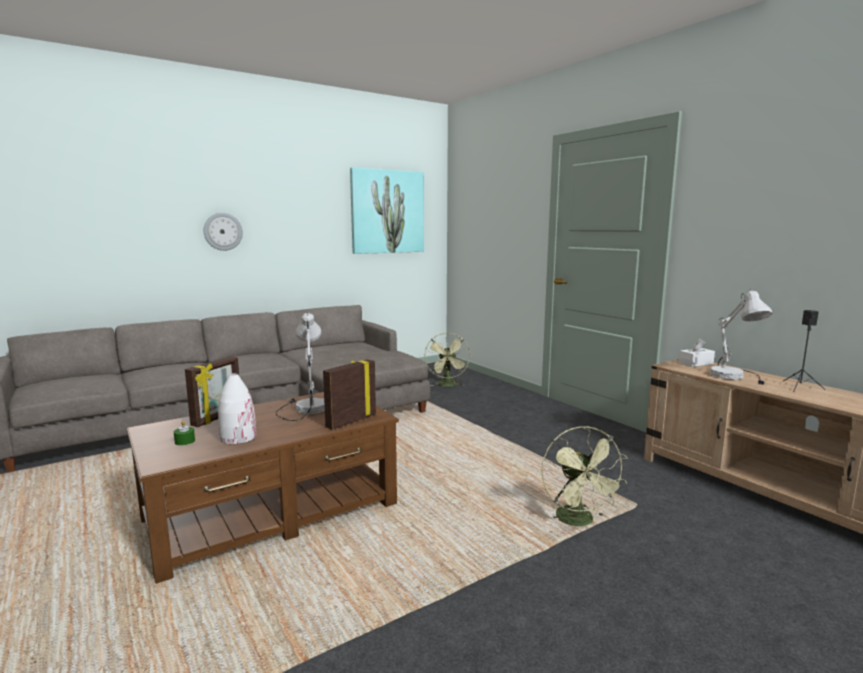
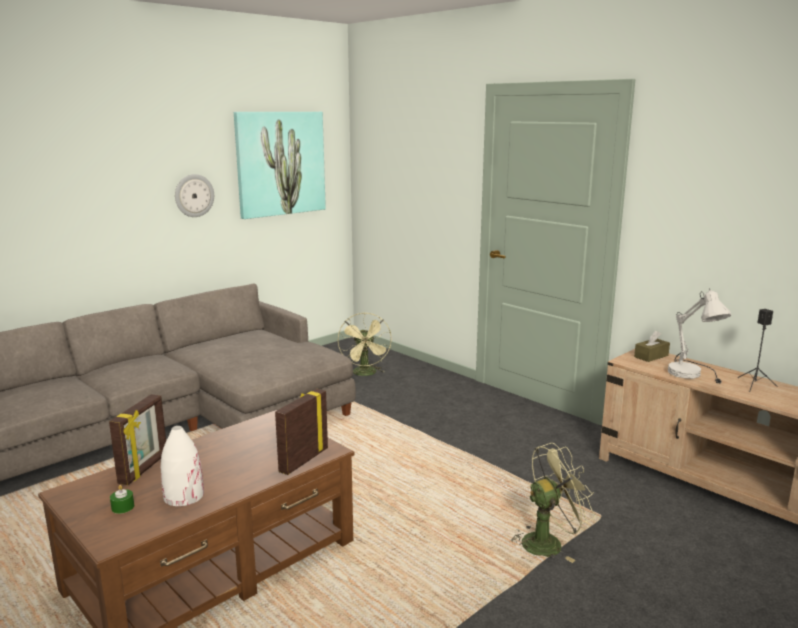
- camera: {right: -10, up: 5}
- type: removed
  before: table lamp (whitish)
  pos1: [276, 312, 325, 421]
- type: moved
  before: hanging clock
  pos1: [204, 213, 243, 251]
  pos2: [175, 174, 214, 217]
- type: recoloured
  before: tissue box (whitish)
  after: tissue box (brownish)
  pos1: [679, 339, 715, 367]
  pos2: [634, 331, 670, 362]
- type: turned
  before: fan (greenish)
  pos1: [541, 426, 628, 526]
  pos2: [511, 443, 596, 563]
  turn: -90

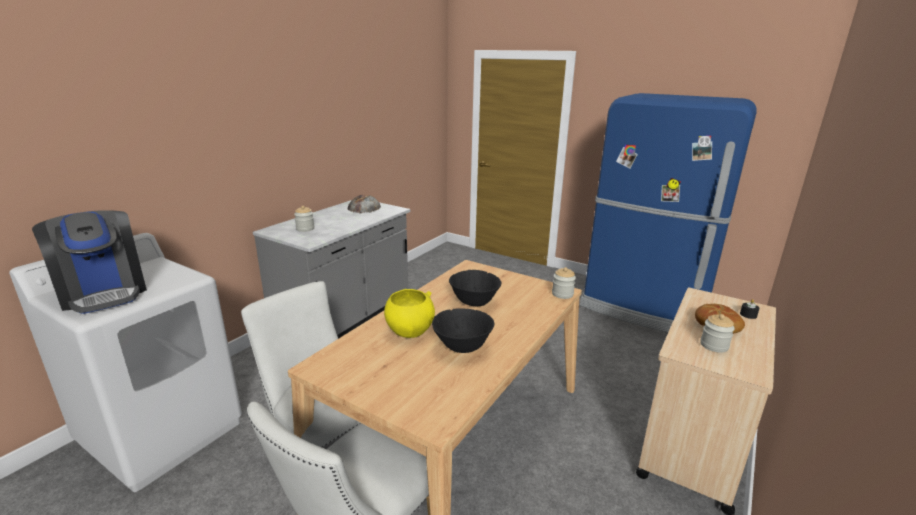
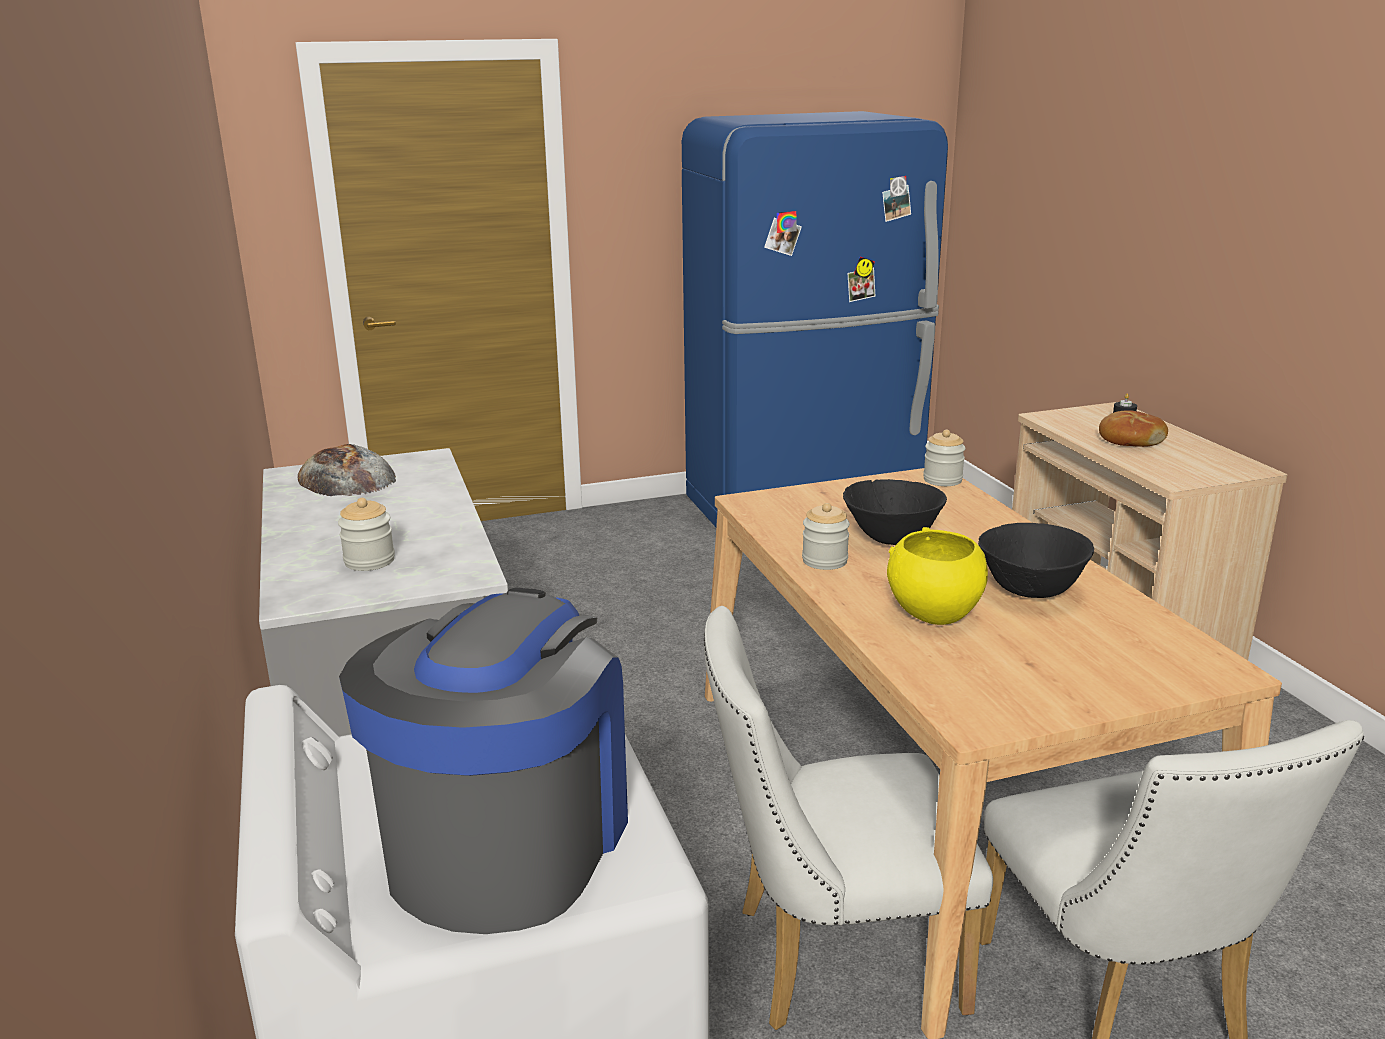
- camera: {right: -50, up: 0}
- type: moved
  before: preserve jar
  pos1: [700, 314, 735, 353]
  pos2: [802, 503, 850, 570]
- type: turned
  before: coffee maker
  pos1: [32, 210, 147, 314]
  pos2: [339, 587, 628, 934]
  turn: -75

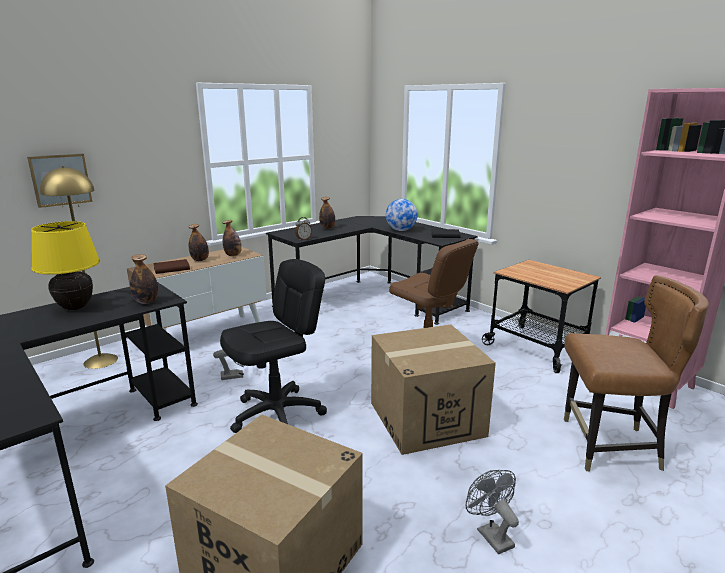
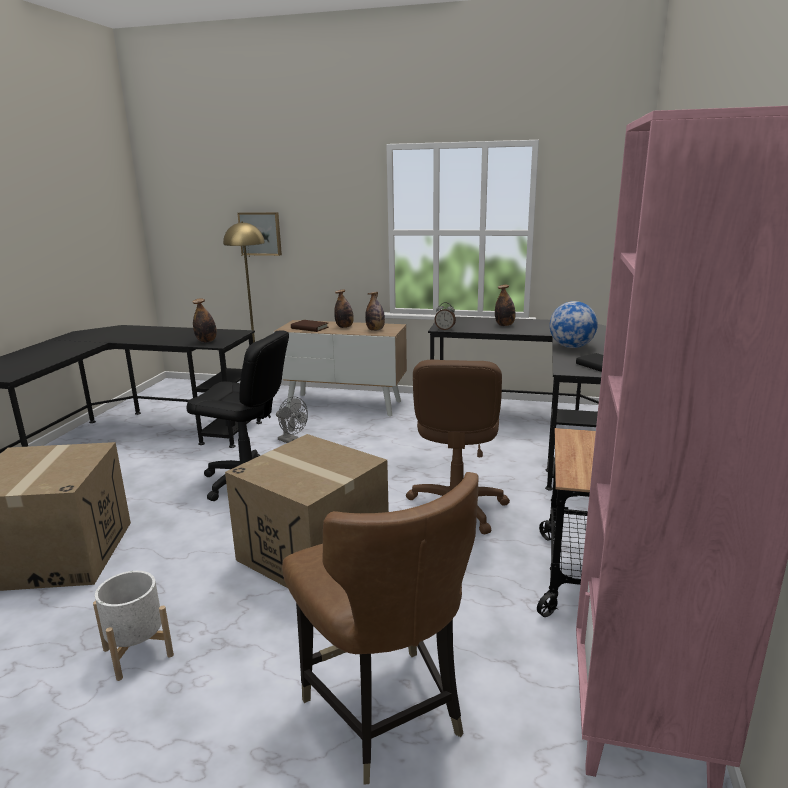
- camera: {right: 55, up: 0}
- type: removed
  before: table lamp (yellow)
  pos1: [31, 221, 100, 310]
- type: replaced
  before: fan (greyish)
  after: flower pot (whitish)
  pos1: [466, 470, 519, 554]
  pos2: [93, 571, 174, 681]

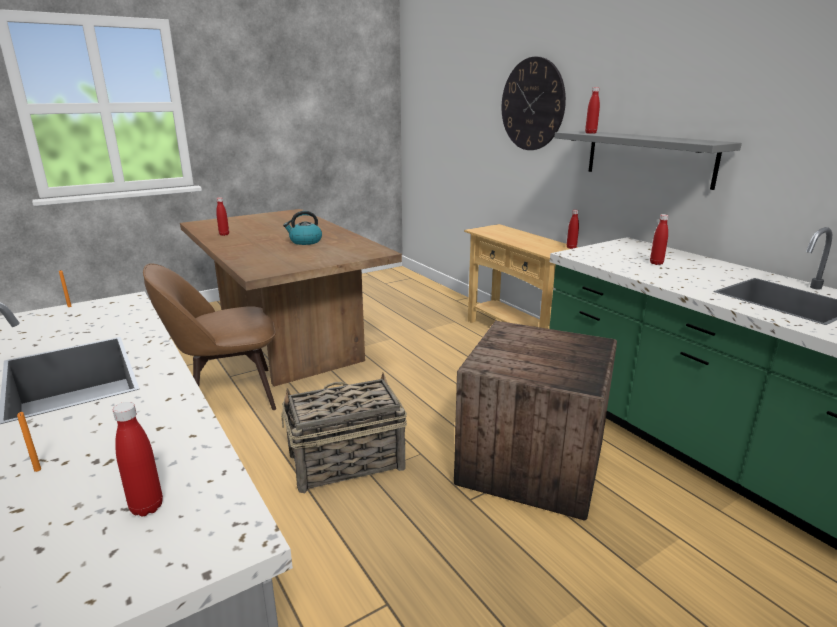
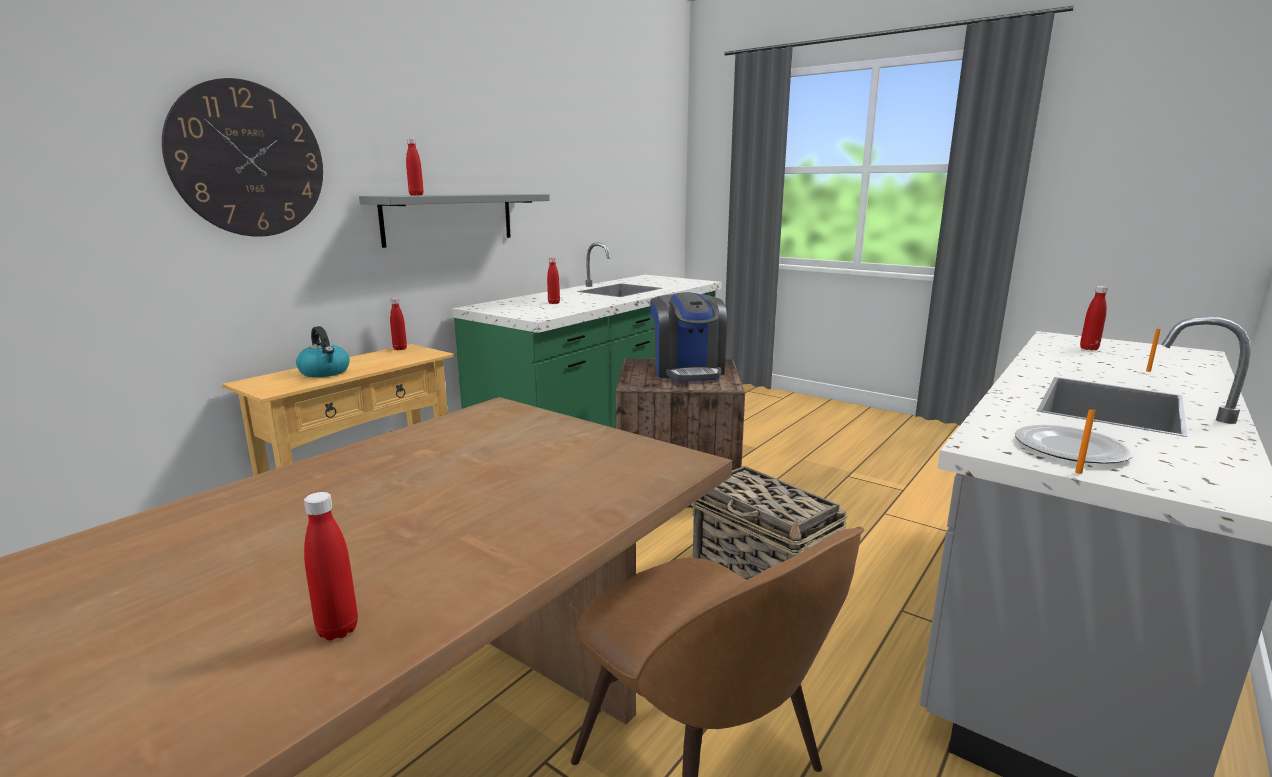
- camera: {right: -110, up: -5}
- type: added
  after: coffee maker
  pos2: [650, 292, 727, 381]
- type: added
  after: flat dish
  pos2: [1015, 425, 1134, 464]
- type: moved
  before: tea kettle
  pos1: [283, 211, 322, 245]
  pos2: [296, 326, 350, 377]

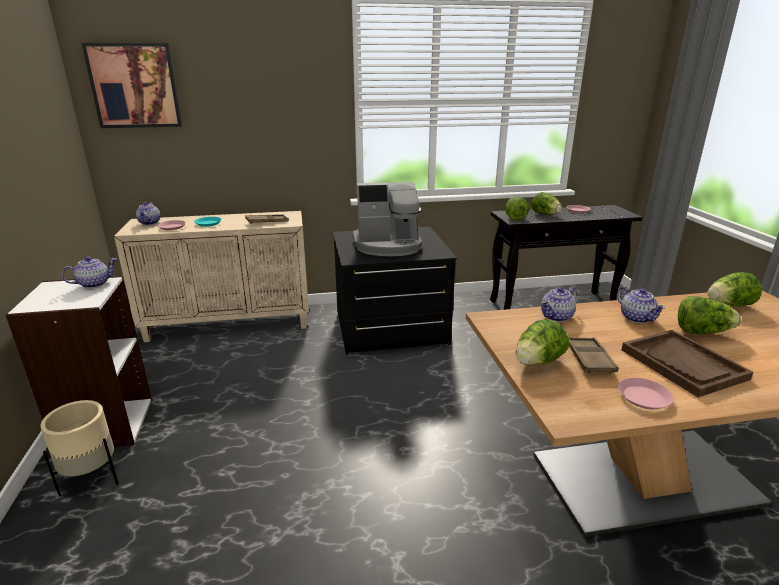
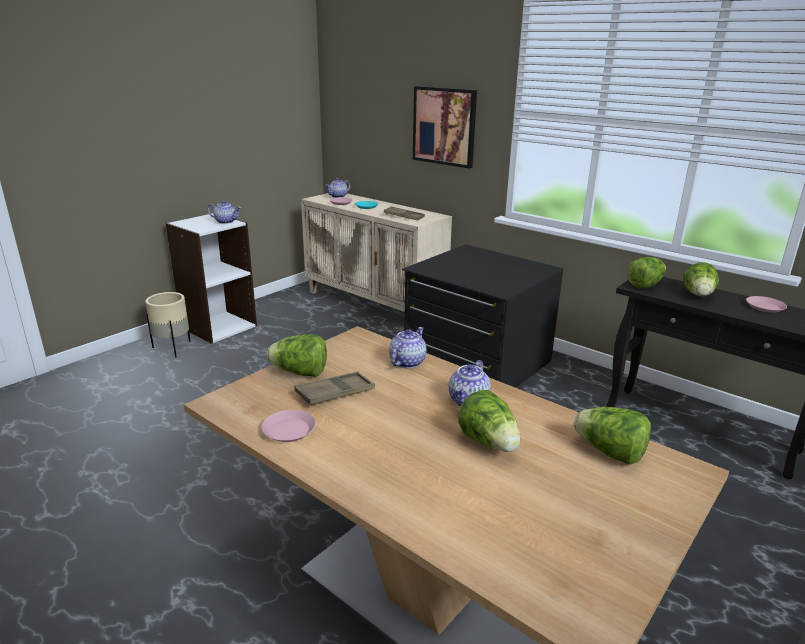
- camera: {right: 50, up: 0}
- type: removed
  before: coffee maker
  pos1: [353, 182, 422, 256]
- type: removed
  before: tray (brownish)
  pos1: [621, 330, 753, 397]
- type: moved
  before: wall picture
  pos1: [82, 43, 182, 128]
  pos2: [413, 86, 477, 169]
- type: turned
  before: tea pot
  pos1: [541, 287, 577, 322]
  pos2: [389, 327, 427, 368]
  turn: 105

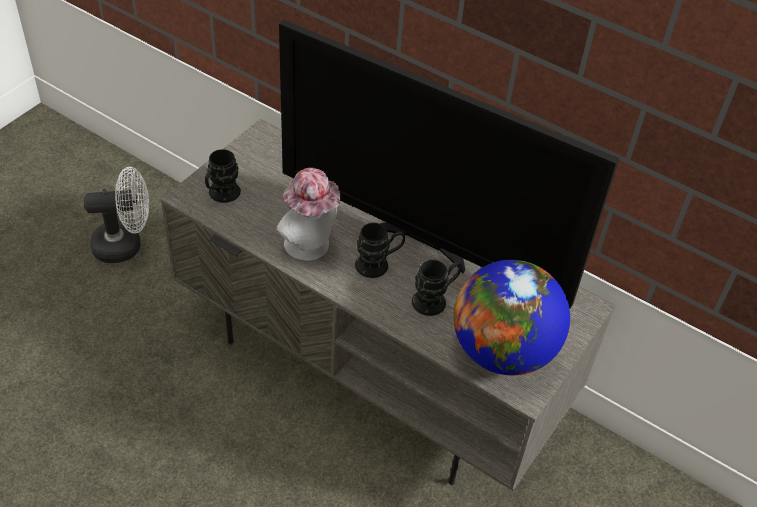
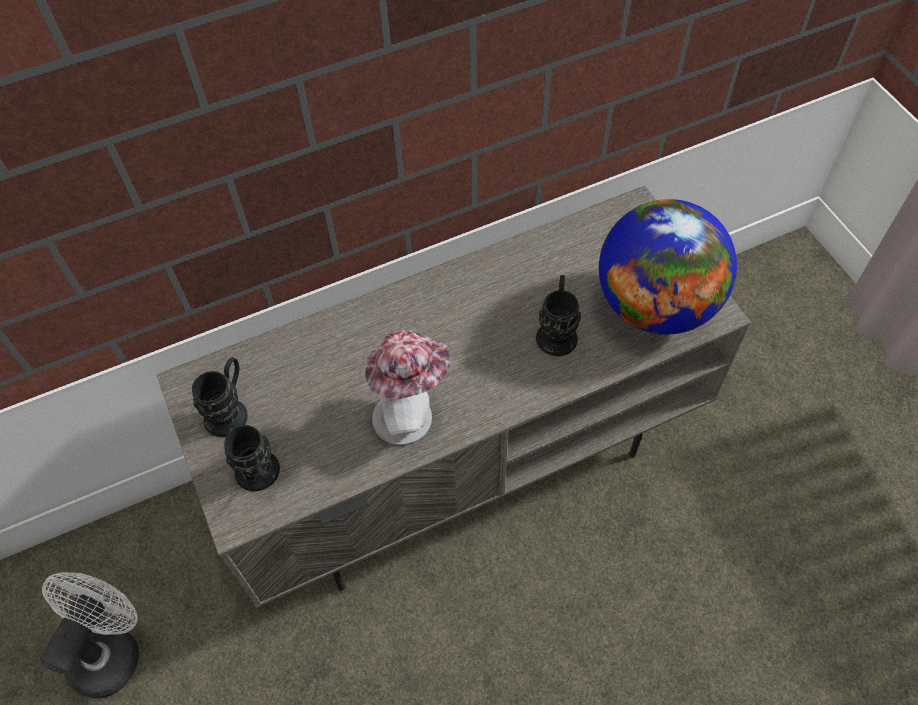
- camera: {right: -55, up: 10}
- type: removed
  before: television
  pos1: [279, 20, 619, 308]
- type: moved
  before: coffee mug (black-coloured)
  pos1: [355, 223, 405, 278]
  pos2: [192, 357, 248, 437]

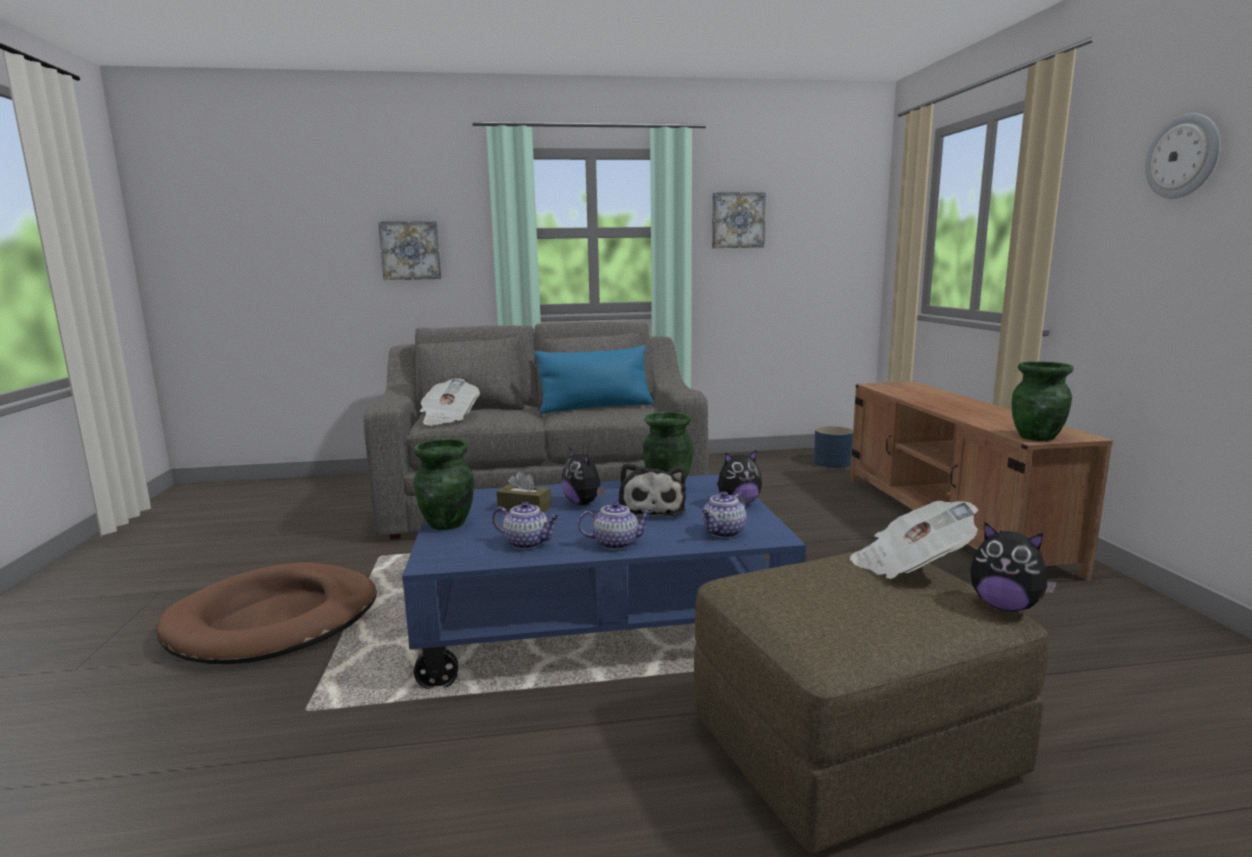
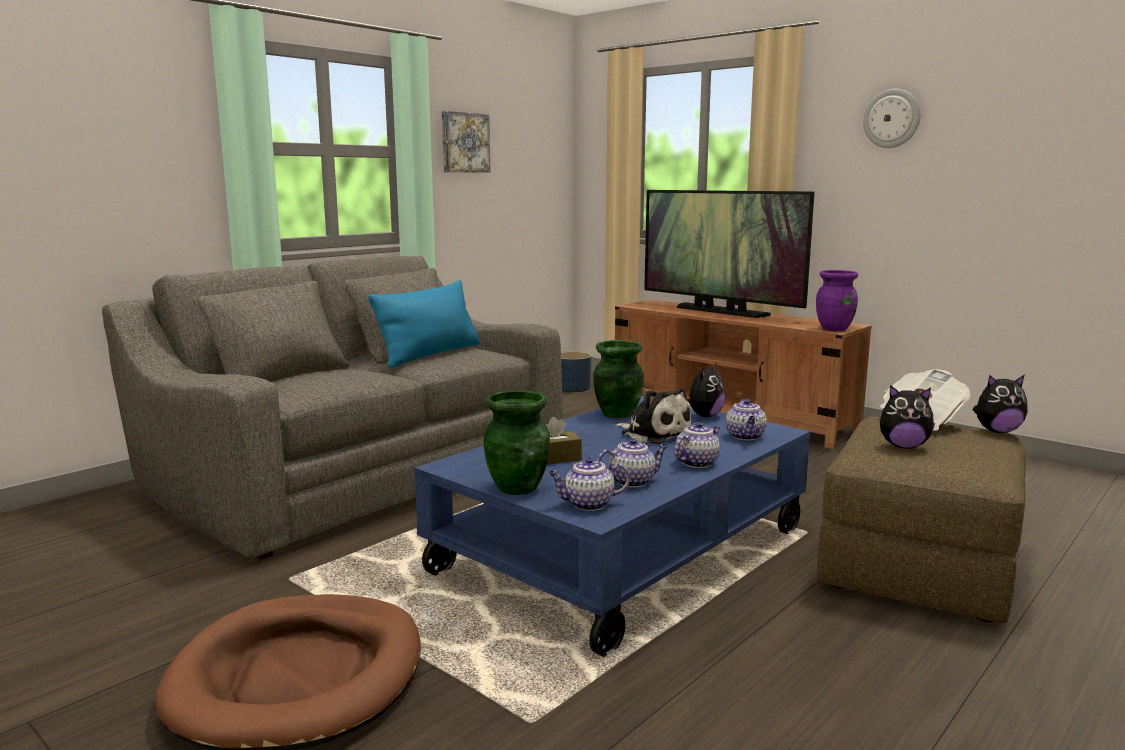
- camera: {right: -40, up: 0}
- type: removed
  before: wall picture
  pos1: [378, 221, 442, 280]
- type: removed
  before: newspaper
  pos1: [420, 379, 480, 426]
- type: added
  after: tea pot
  pos2: [548, 457, 630, 511]
- type: added
  after: television
  pos2: [644, 190, 814, 318]
- type: moved
  before: soft toy
  pos1: [561, 448, 606, 505]
  pos2: [880, 385, 935, 449]
- type: recoloured
  before: vase (greenish)
  after: vase (purple)
  pos1: [1012, 361, 1074, 441]
  pos2: [816, 270, 858, 331]

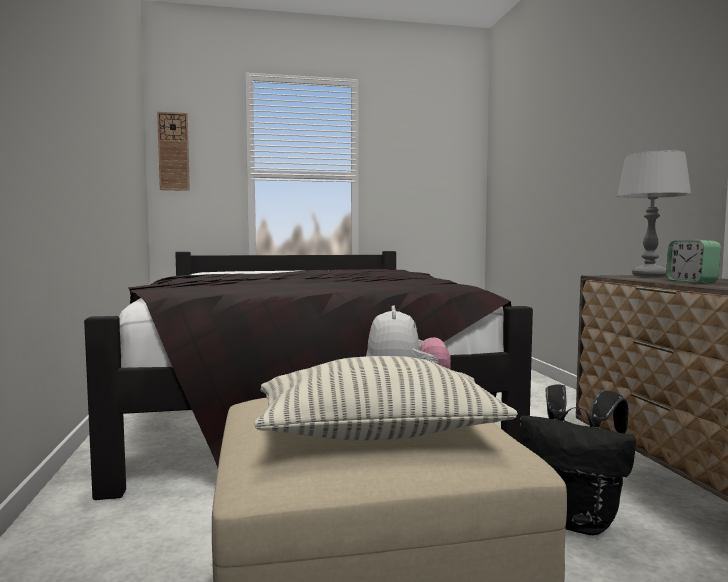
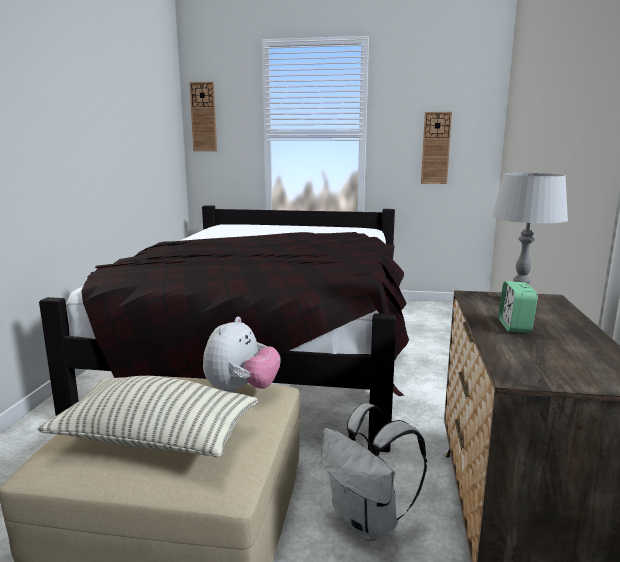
- camera: {right: 20, up: 10}
- type: added
  after: hanging clock
  pos2: [421, 112, 452, 184]
- type: recoloured
  before: rucksack (black-coloured)
  after: rucksack (whitish)
  pos1: [519, 385, 636, 535]
  pos2: [321, 403, 427, 542]

